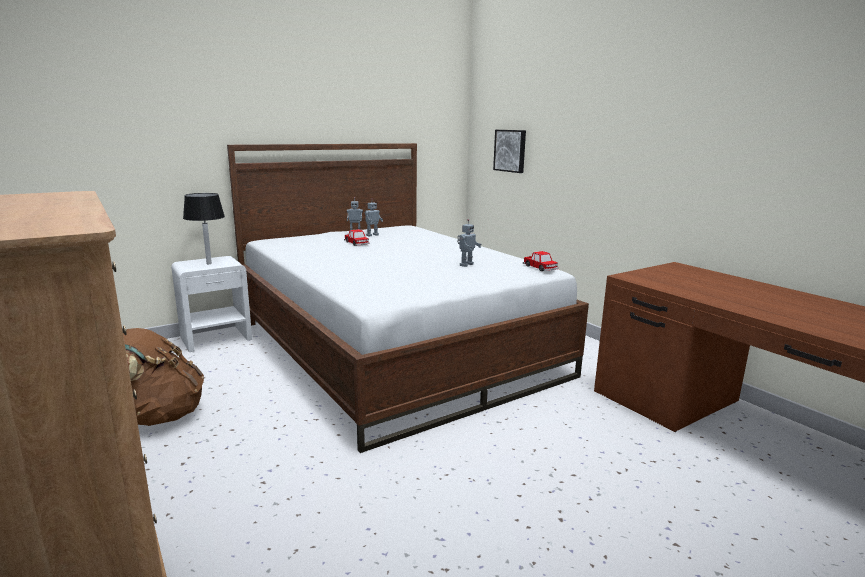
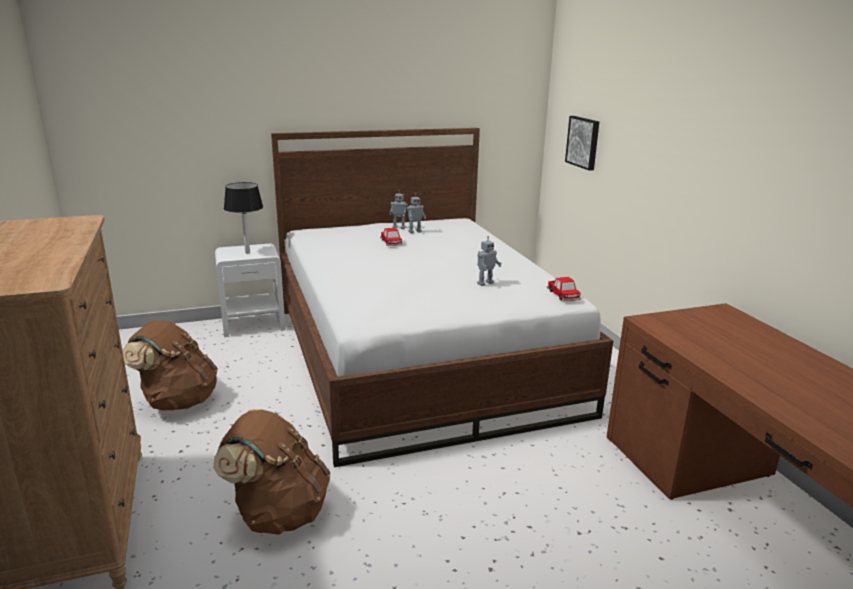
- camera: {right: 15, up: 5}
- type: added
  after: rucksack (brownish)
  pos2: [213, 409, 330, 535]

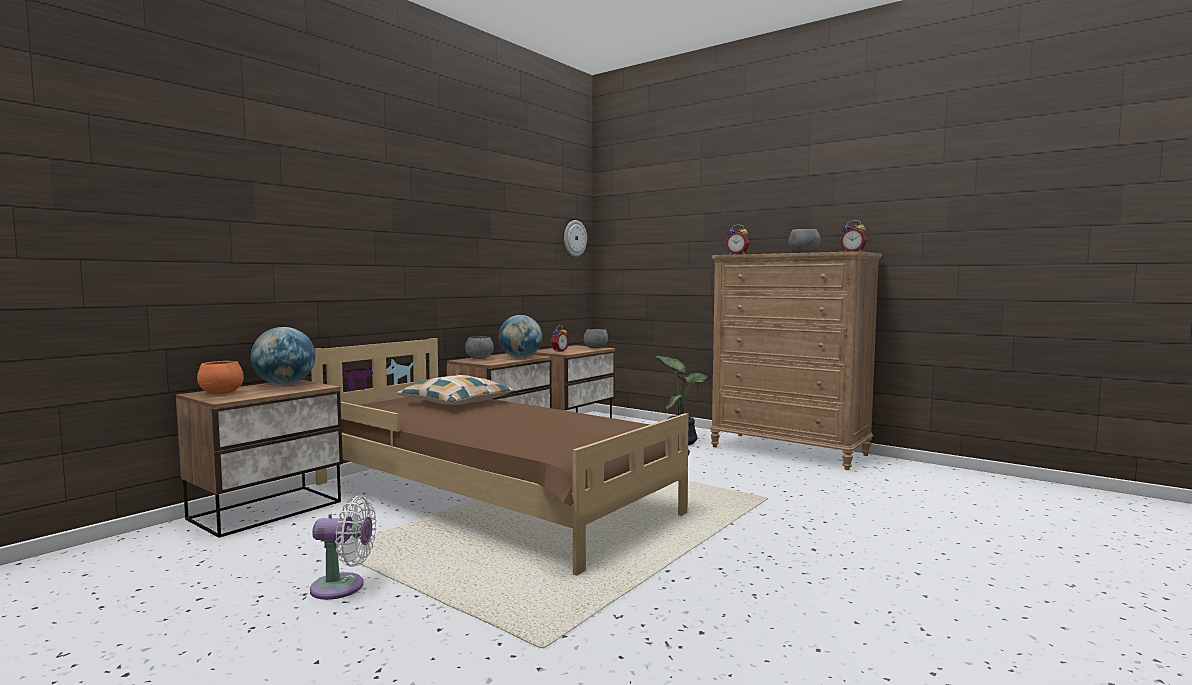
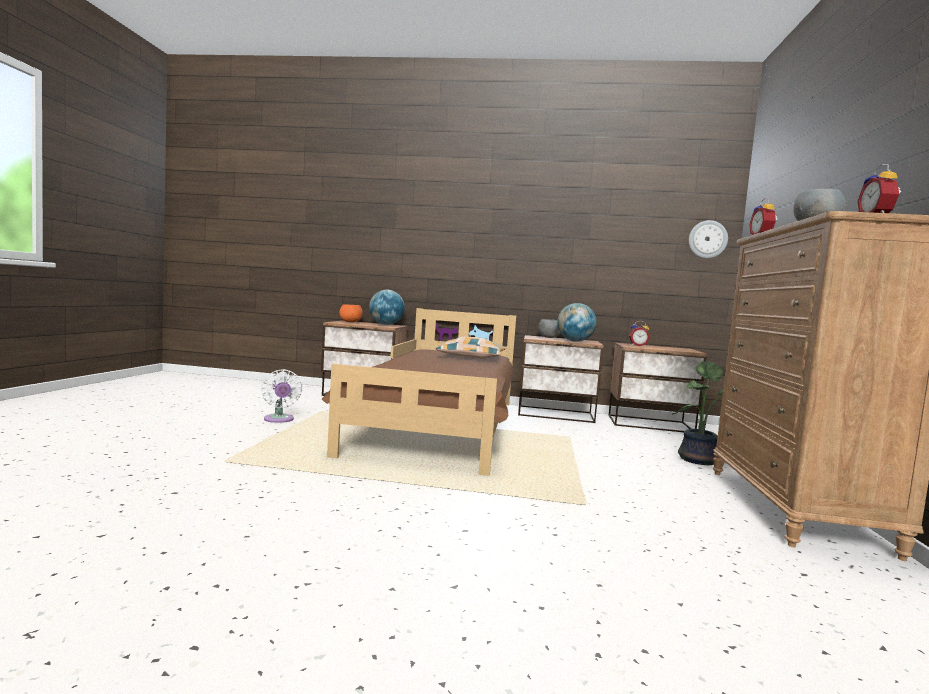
- camera: {right: 60, up: 0}
- type: removed
  before: bowl (greyish)
  pos1: [584, 329, 608, 348]

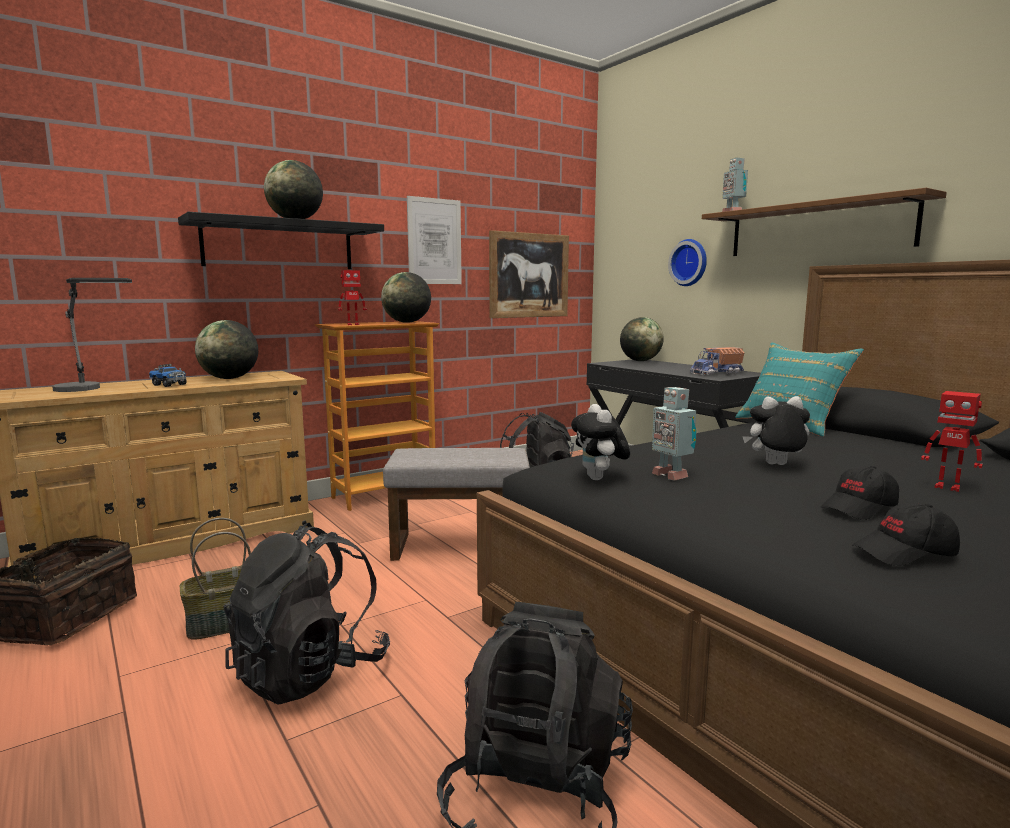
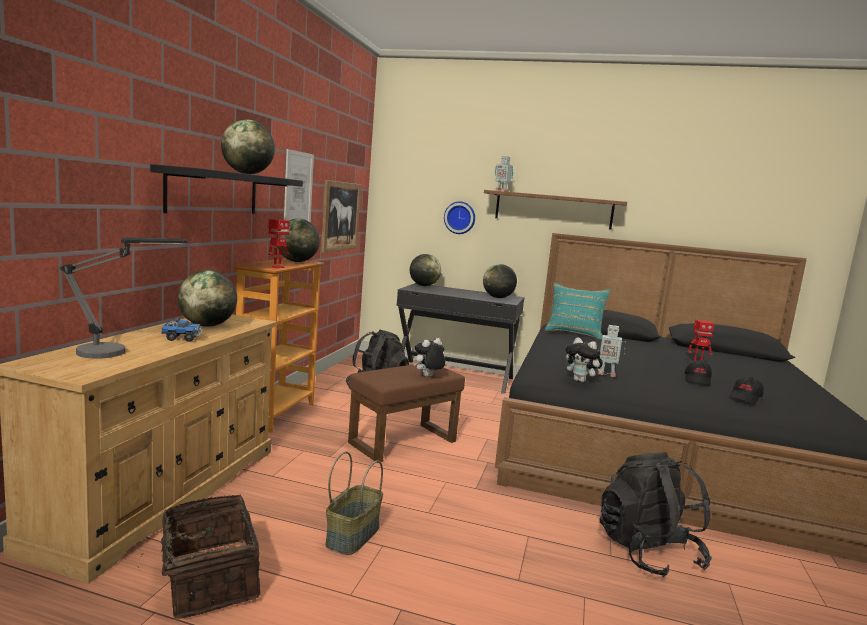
- camera: {right: -40, up: 0}
- type: removed
  before: rucksack (black-coloured)
  pos1: [224, 523, 390, 705]
- type: moved
  before: soft toy
  pos1: [742, 396, 810, 465]
  pos2: [413, 338, 445, 377]
- type: replaced
  before: toy lorry
  after: globe
  pos1: [690, 347, 744, 375]
  pos2: [483, 264, 517, 298]
- type: recoloured
  before: pouffe (greyish)
  after: pouffe (brownish)
  pos1: [383, 448, 530, 561]
  pos2: [348, 364, 465, 463]

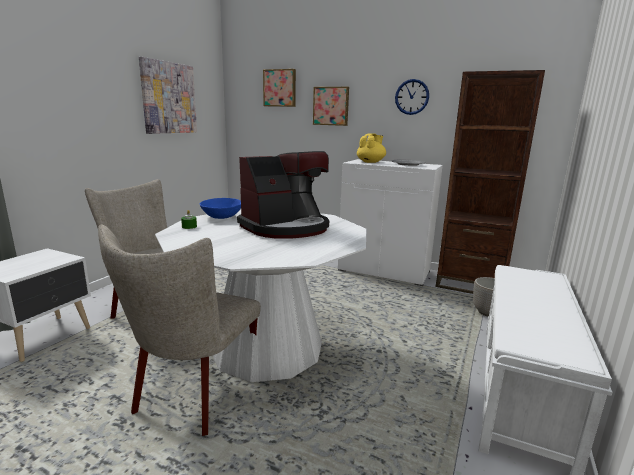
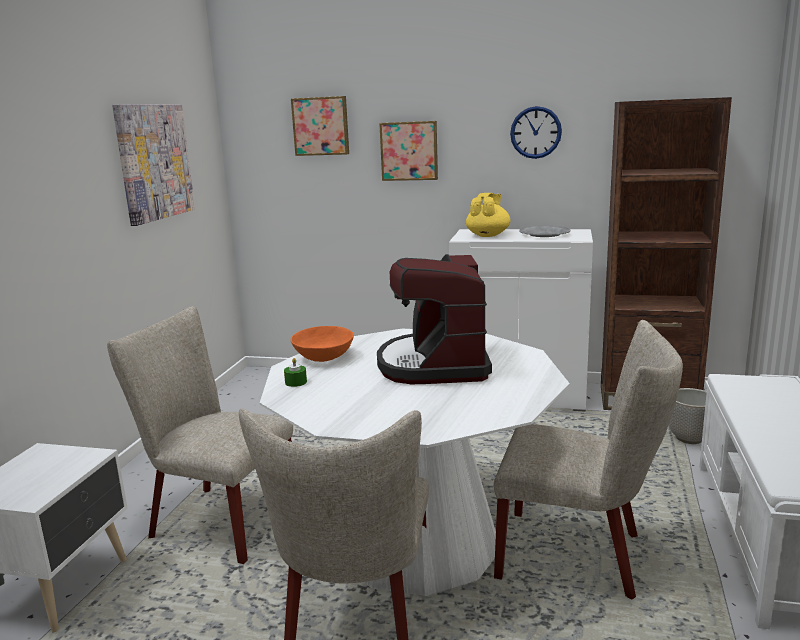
- camera: {right: -10, up: 0}
- type: added
  after: chair (beige)
  pos2: [494, 320, 683, 600]
- type: recoloured
  before: bowl (blue)
  after: bowl (orange)
  pos1: [200, 198, 241, 219]
  pos2: [291, 326, 354, 362]
- type: turned
  before: coffee maker
  pos1: [237, 151, 329, 239]
  pos2: [377, 254, 492, 384]
  turn: 135

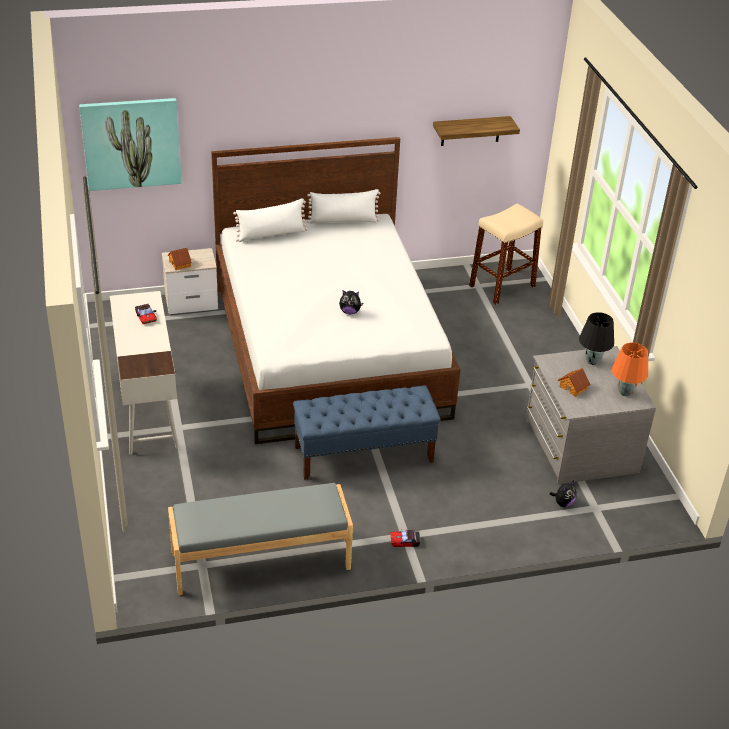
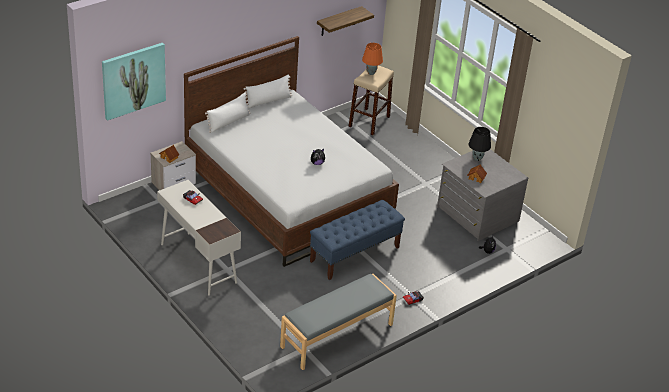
- camera: {right: -25, up: 0}
- type: moved
  before: table lamp (orange)
  pos1: [612, 343, 648, 396]
  pos2: [362, 43, 383, 75]

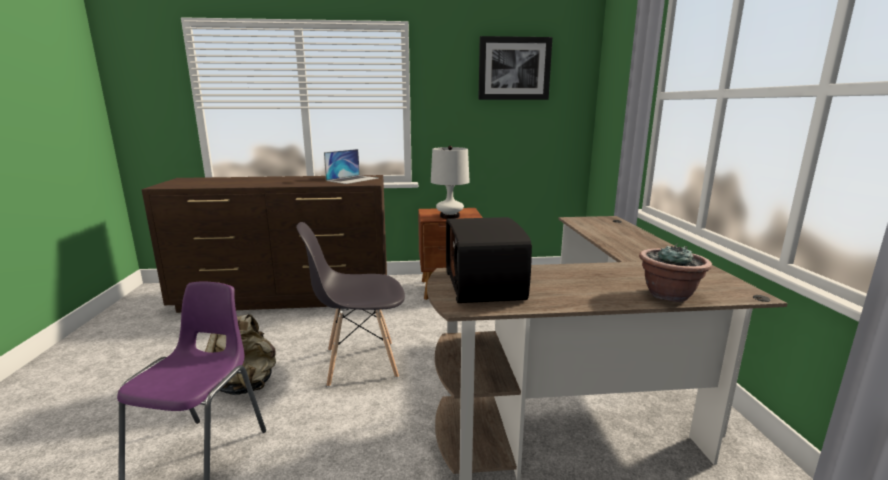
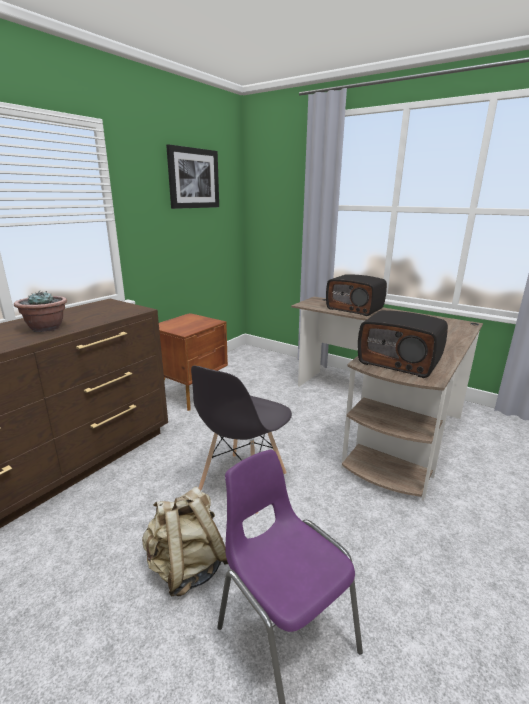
- camera: {right: -50, up: 5}
- type: removed
  before: laptop
  pos1: [324, 149, 379, 184]
- type: removed
  before: table lamp (whitish)
  pos1: [431, 146, 470, 219]
- type: added
  after: radio
  pos2: [326, 274, 387, 316]
- type: moved
  before: potted plant
  pos1: [639, 244, 712, 302]
  pos2: [14, 291, 67, 332]

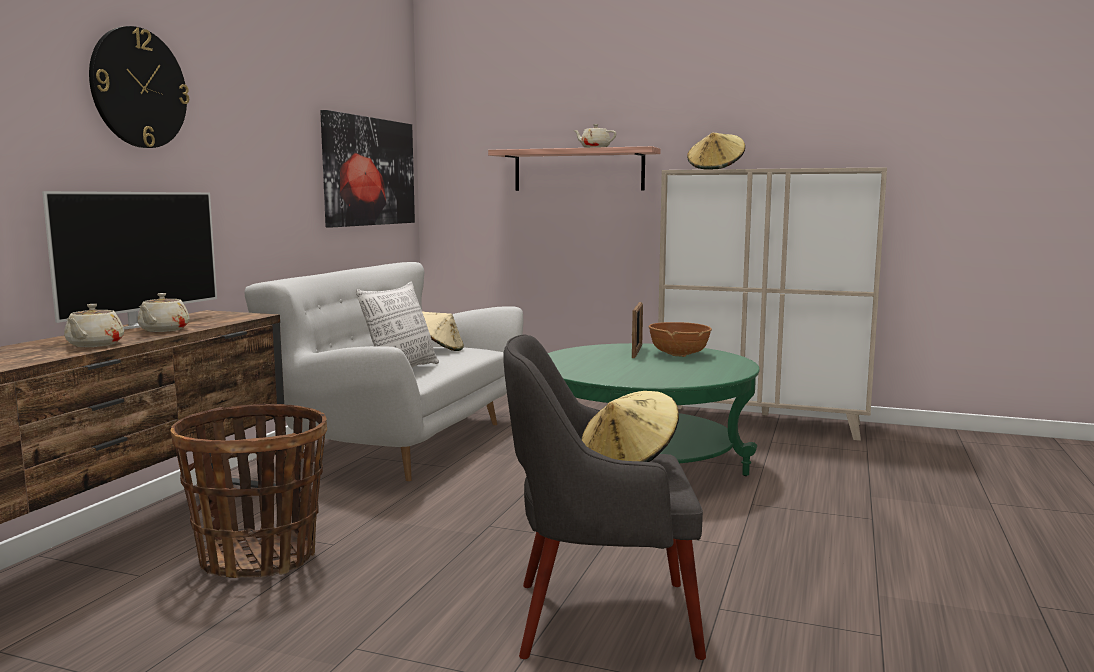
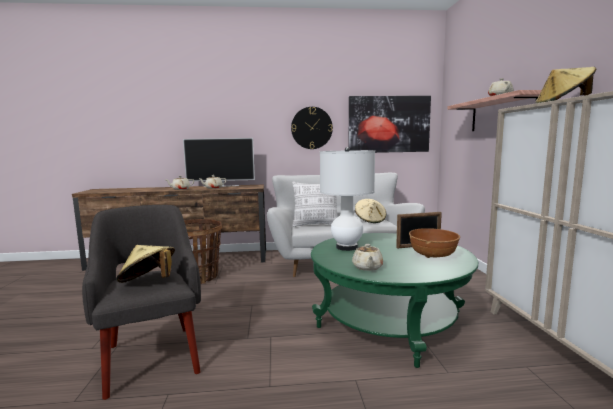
- camera: {right: 65, up: 0}
- type: added
  after: table lamp (whitish)
  pos2: [320, 147, 375, 251]
- type: added
  after: tea pot (beige)
  pos2: [352, 244, 383, 271]
- type: moved
  before: hanging clock
  pos1: [89, 26, 189, 148]
  pos2: [291, 107, 333, 149]

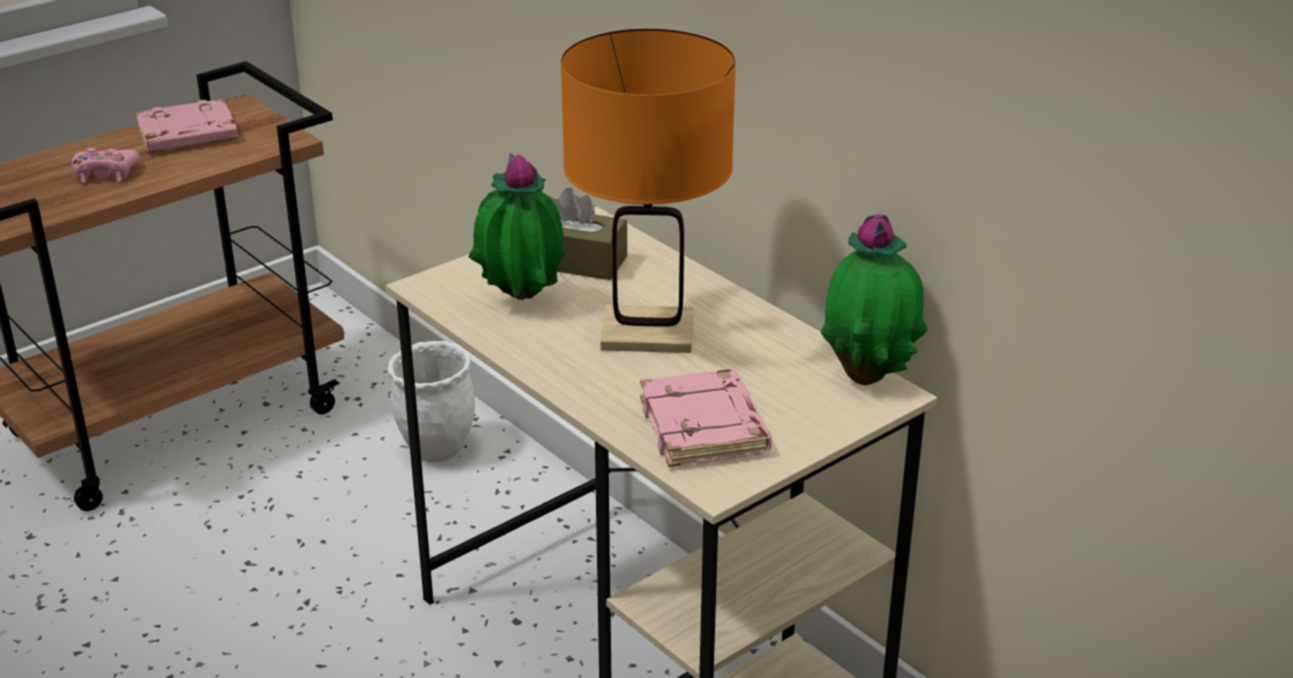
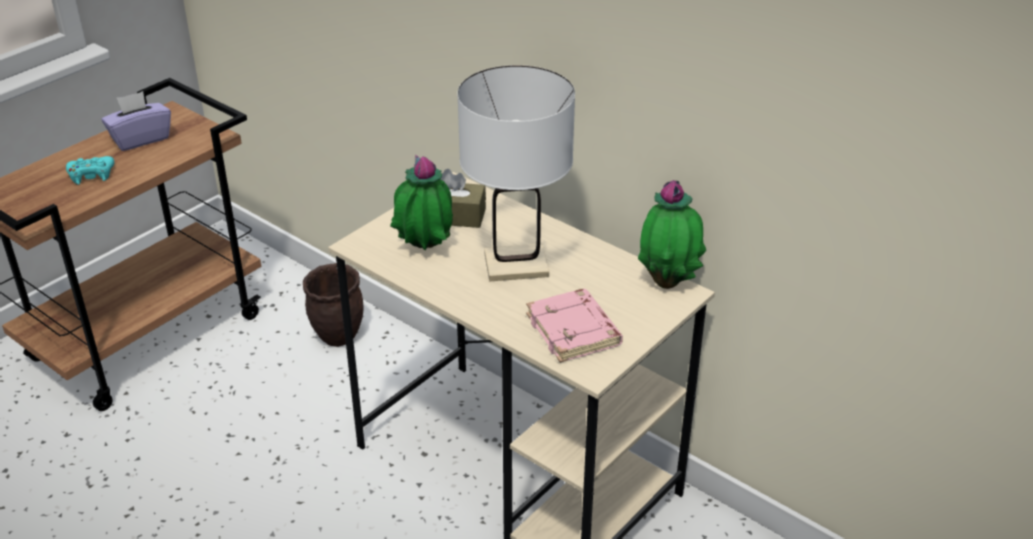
- camera: {right: -10, up: 5}
- type: replaced
  before: bound book (pink)
  after: tissue box (purple)
  pos1: [135, 99, 238, 153]
  pos2: [101, 91, 171, 151]
- type: recoloured
  before: game controller (pink)
  after: game controller (turquoise)
  pos1: [72, 148, 140, 183]
  pos2: [66, 156, 114, 185]
- type: recoloured
  before: flower pot (whitish)
  after: flower pot (brownish)
  pos1: [388, 341, 475, 463]
  pos2: [303, 263, 364, 347]
- type: recoloured
  before: table lamp (orange)
  after: table lamp (whitish)
  pos1: [561, 28, 736, 353]
  pos2: [457, 65, 575, 282]

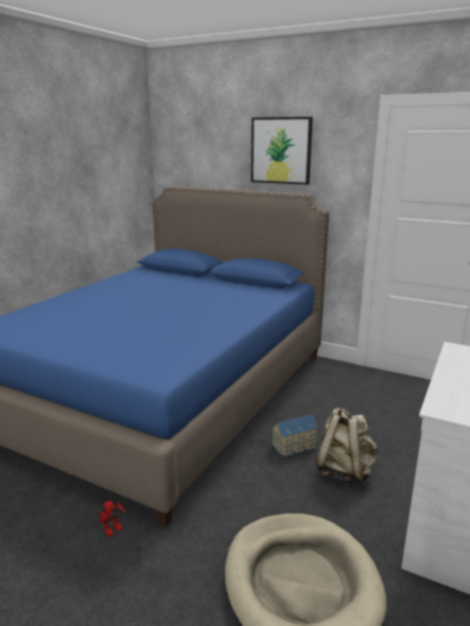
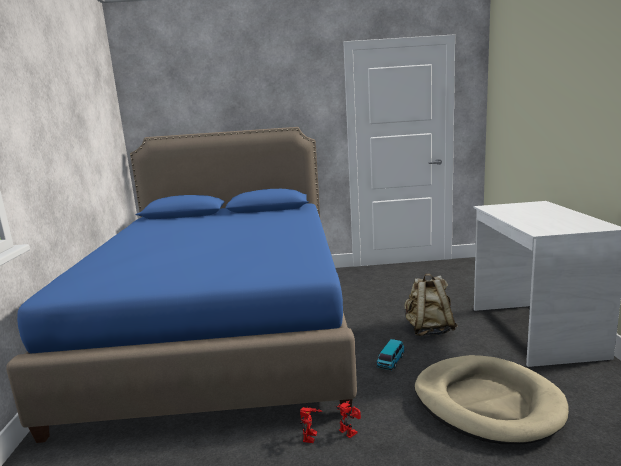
- camera: {right: -30, up: -5}
- type: removed
  before: wall picture
  pos1: [251, 117, 313, 185]
- type: removed
  before: miniature house
  pos1: [272, 414, 318, 457]
- type: added
  after: robot figure
  pos2: [336, 401, 361, 438]
- type: added
  after: toy car
  pos2: [376, 339, 405, 370]

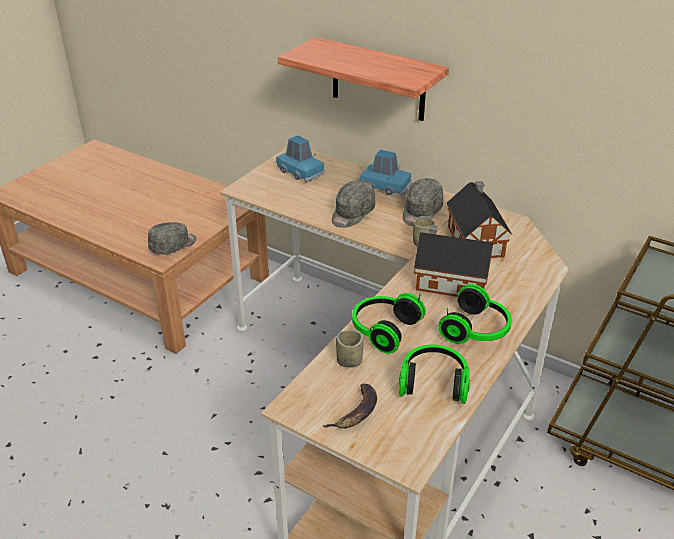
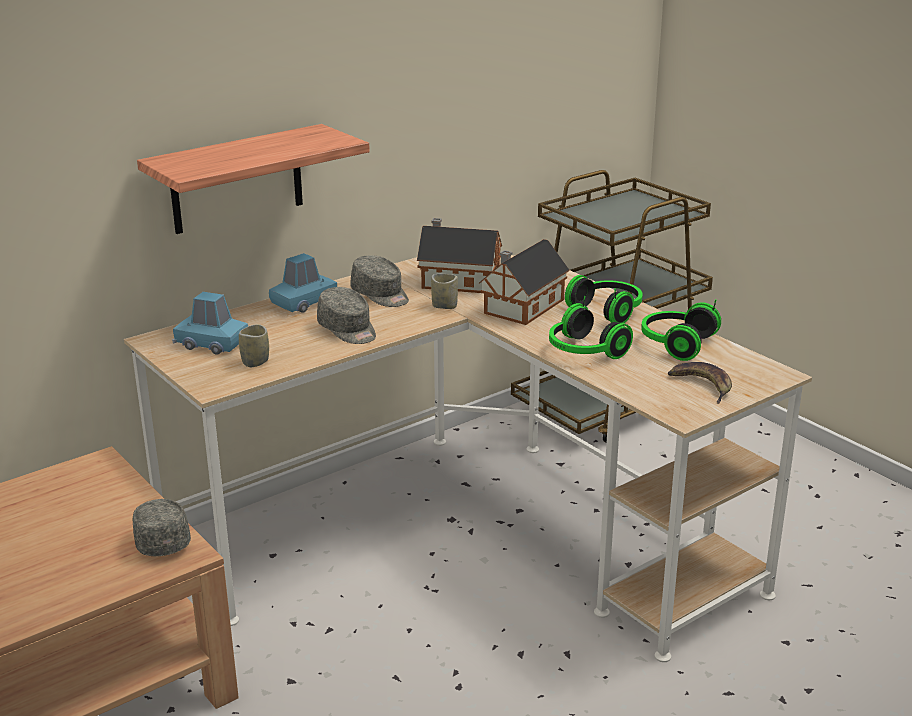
- camera: {right: -70, up: -10}
- type: moved
  before: drinking cup
  pos1: [336, 330, 364, 368]
  pos2: [239, 324, 269, 367]
- type: turned
  before: toy car (blue)
  pos1: [276, 135, 325, 182]
  pos2: [172, 292, 248, 355]
  turn: -135

